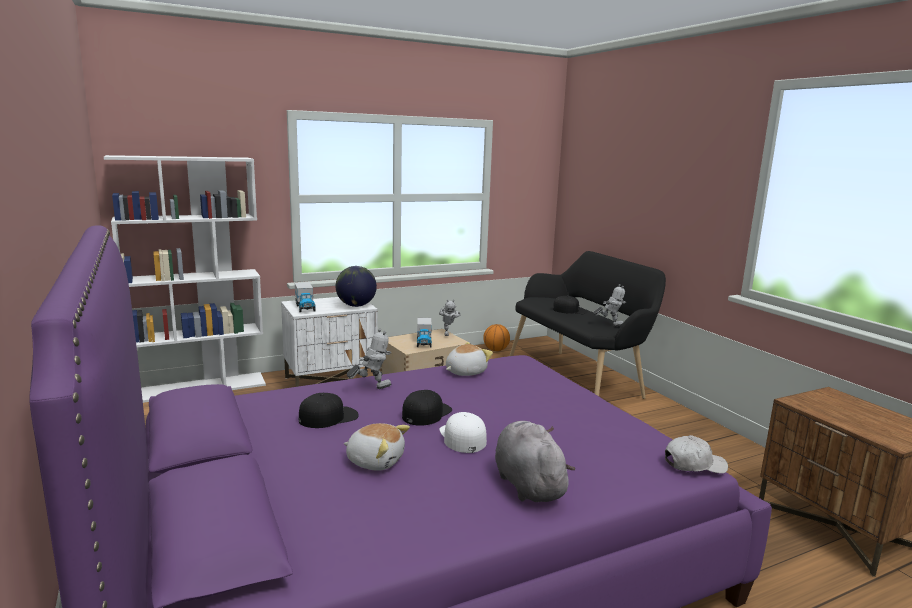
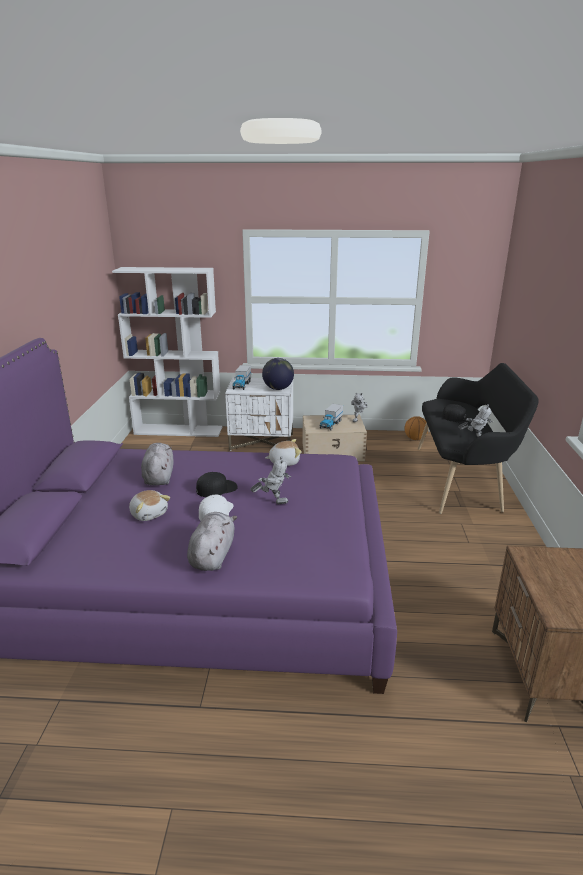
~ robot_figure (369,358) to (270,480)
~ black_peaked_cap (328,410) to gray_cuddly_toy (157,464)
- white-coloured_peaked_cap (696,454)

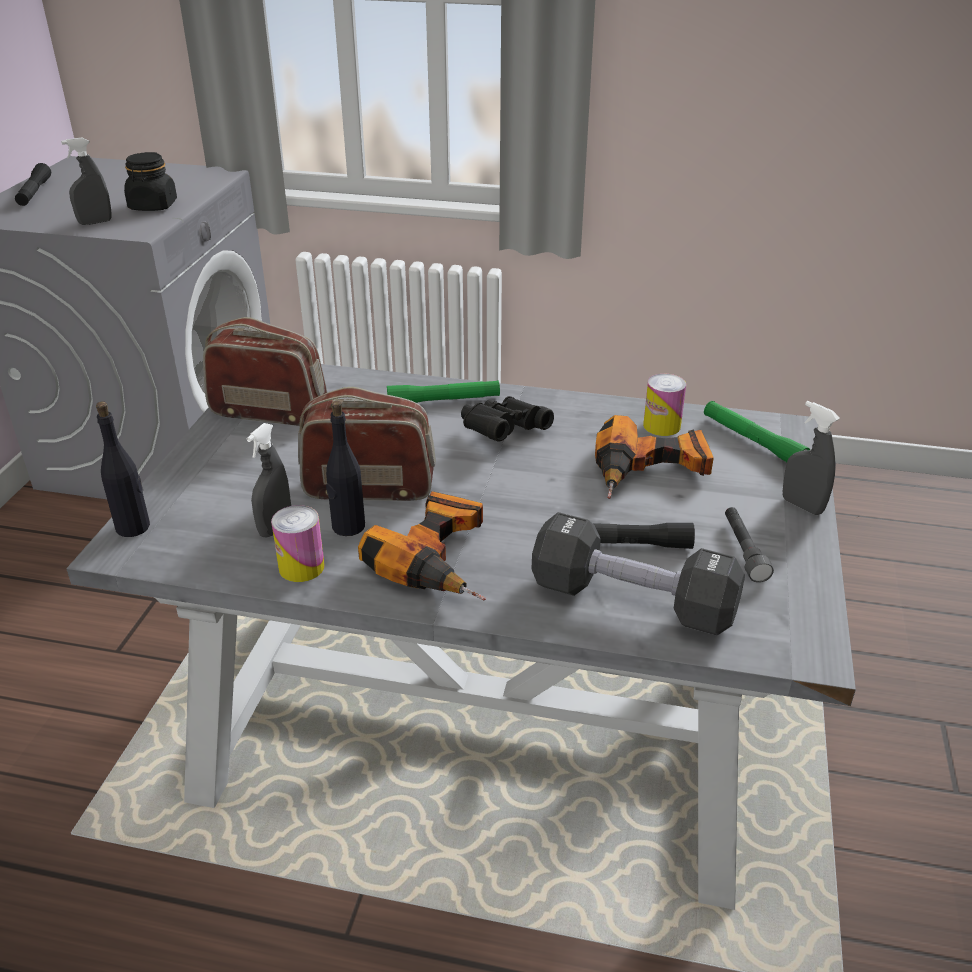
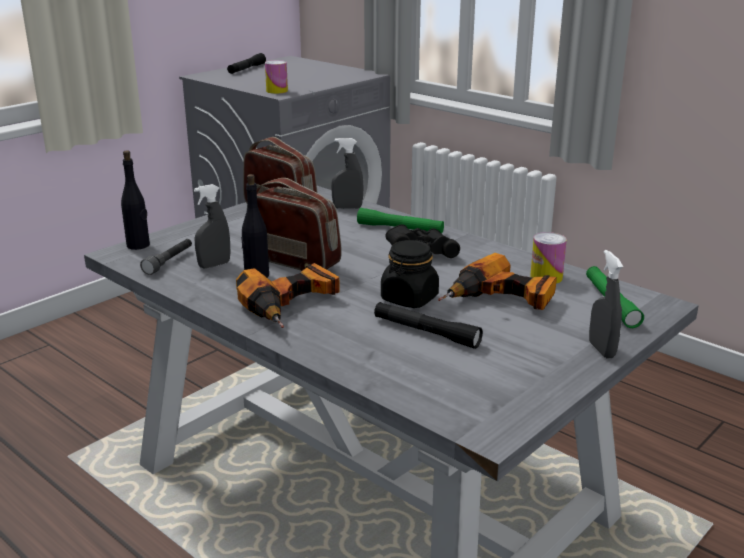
~ gray_hand_sprayer (86,181) to (347,173)
~ black_preserve_jar (150,181) to (410,274)
~ sealed_can (298,543) to (276,77)
~ gray_hand_torch (749,545) to (166,257)
- black_free_weight (638,574)

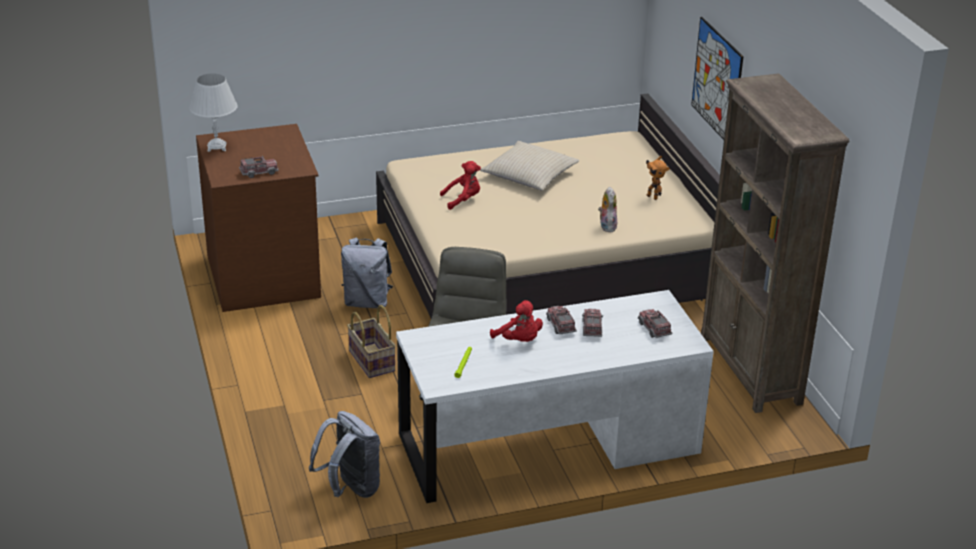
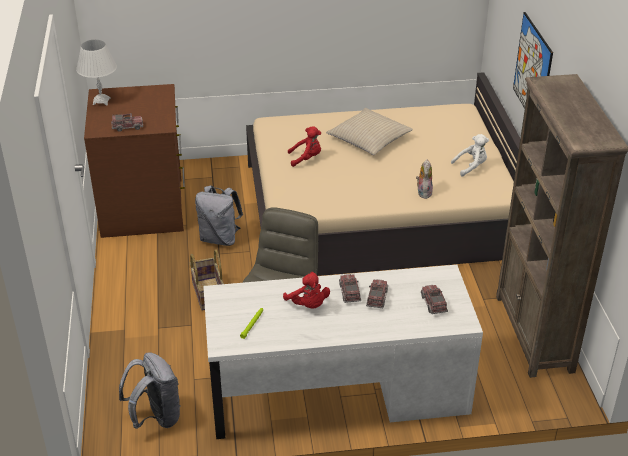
~ robot_figure (658,178) to white-coloured_cuddly_toy (470,155)

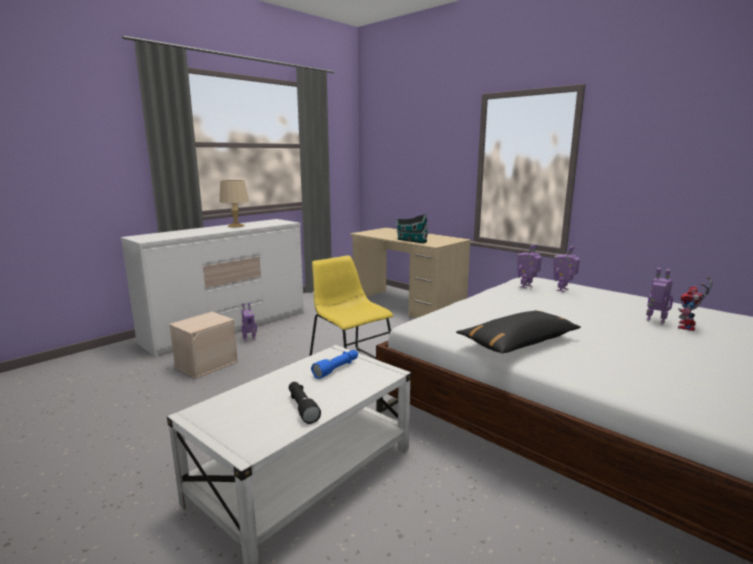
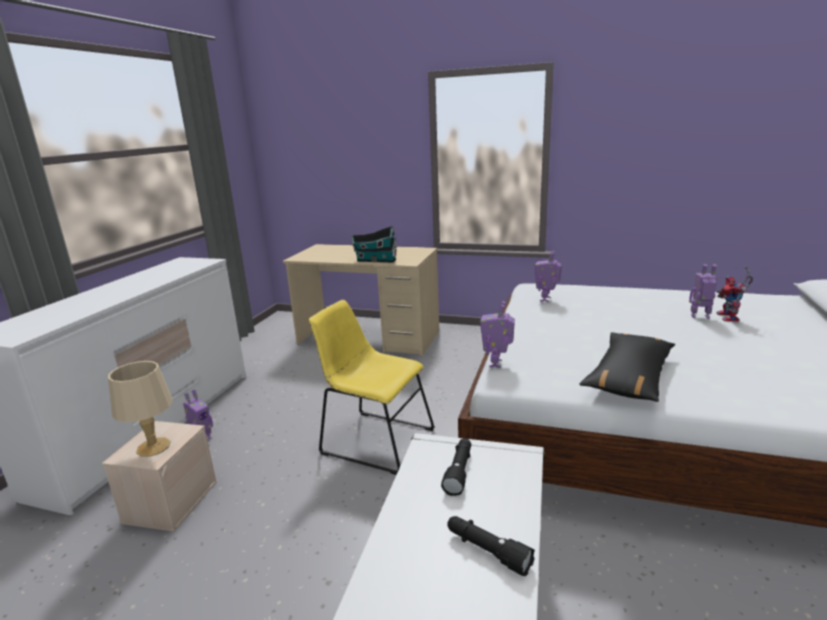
~ beige-coloured_tabletop_lamp (234,203) to (140,409)
~ robot_figure (567,269) to (497,334)
~ blue_hand_torch (334,364) to black_hand_torch (456,467)

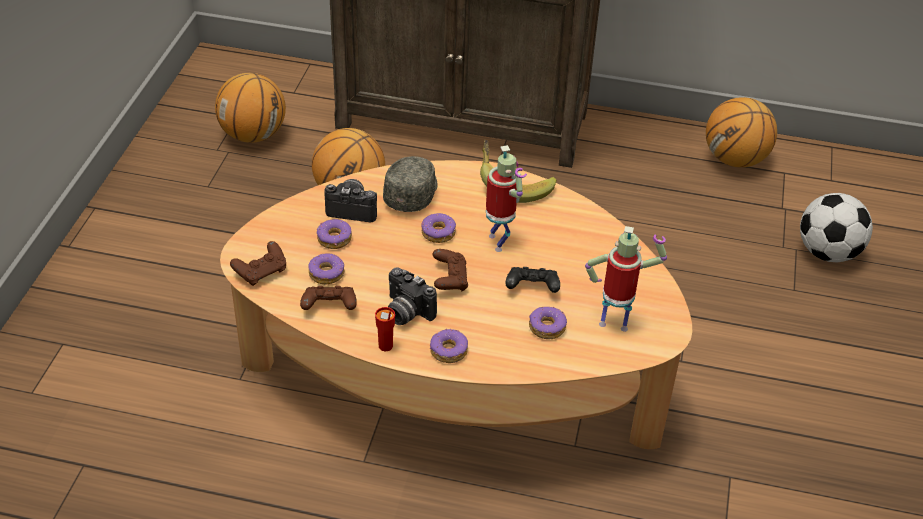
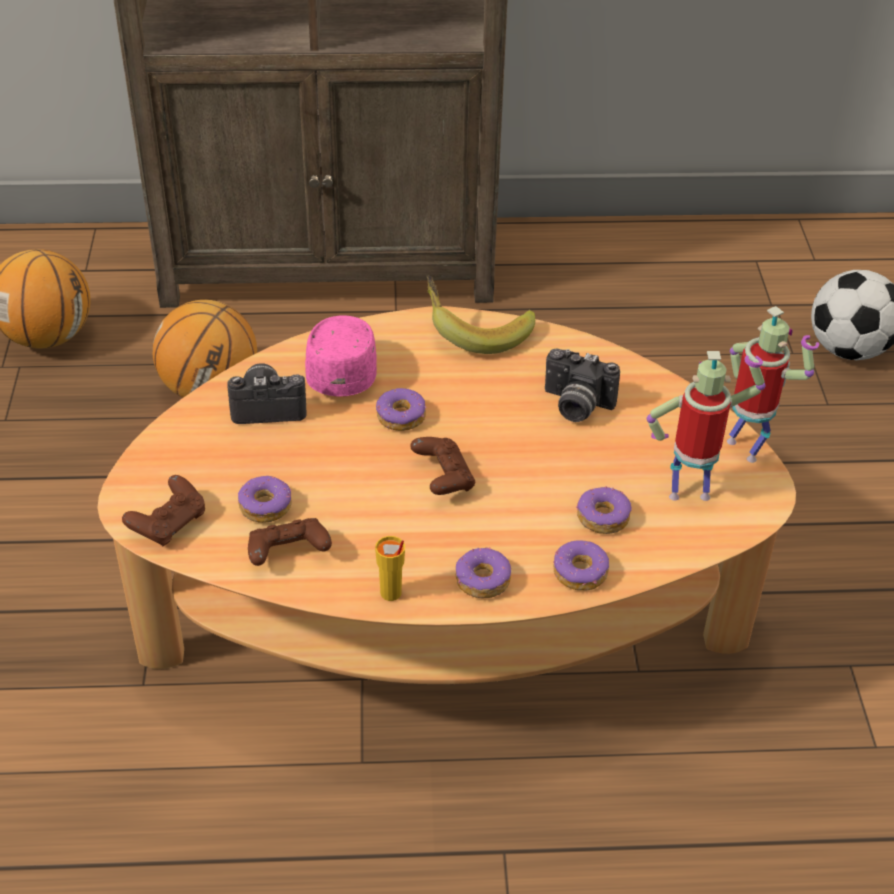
- basketball_ball (741,132)
~ robot_figure (506,198) to (773,384)
~ gray_peaked_cap (410,184) to pink-coloured_peaked_cap (341,355)
~ ring_doughnut (334,234) to (581,565)
~ photo_camera (412,296) to (582,385)
- black_gamepad (532,280)
~ reddish_drinking_cup (385,329) to yellow_drinking_cup (390,568)

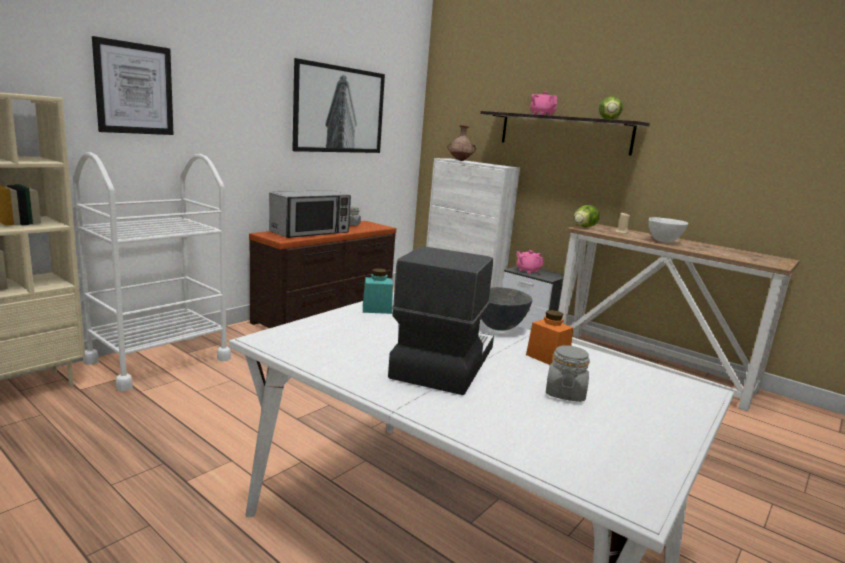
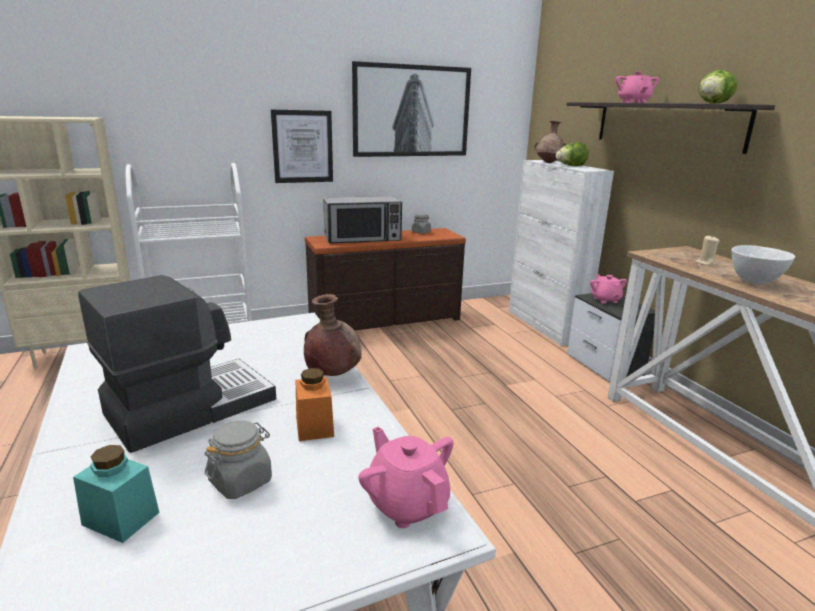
~ picture (133,85) to (302,146)
~ lettuce_head (587,216) to (572,154)
~ blue-green_preserve_jar (378,291) to (116,494)
~ gray_serving_bowl (507,309) to brownish_vase (332,335)
+ pink-coloured_tea_pot (406,477)

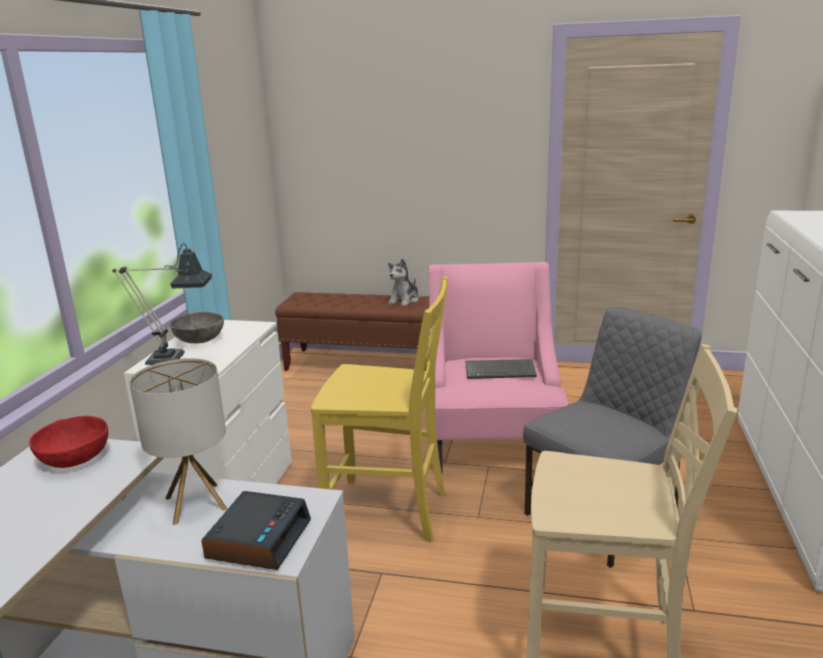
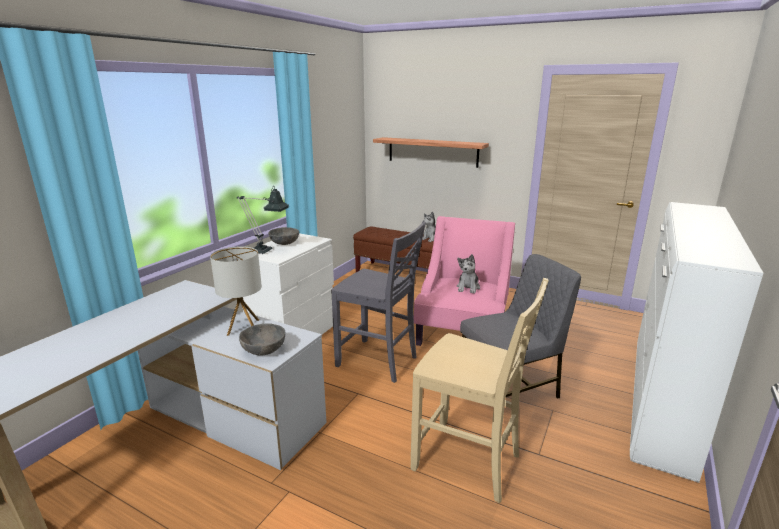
~ yellow_upright_chair (379,409) to gray_upright_chair (378,302)
~ keyboard (501,369) to cuddly_toy (468,274)
- reddish_serving_bowl (68,442)
~ bedside_clock (256,530) to gray_serving_bowl (262,340)
+ wall_shelf (431,152)

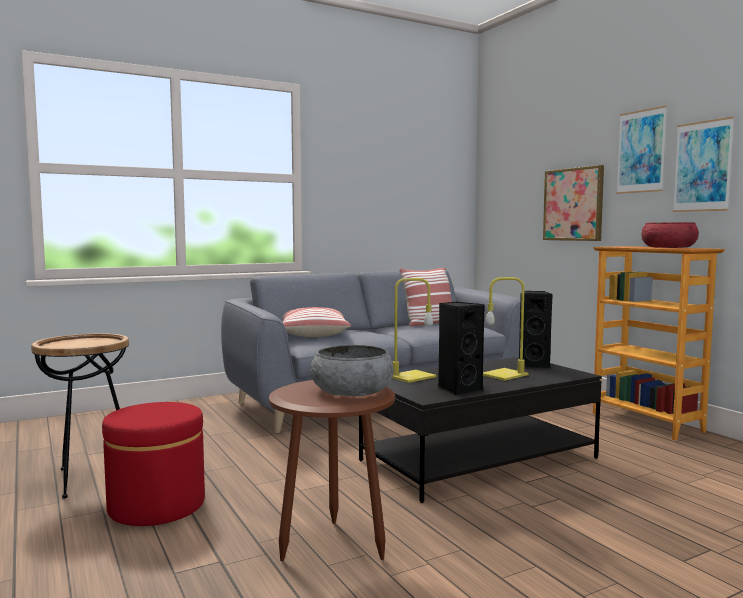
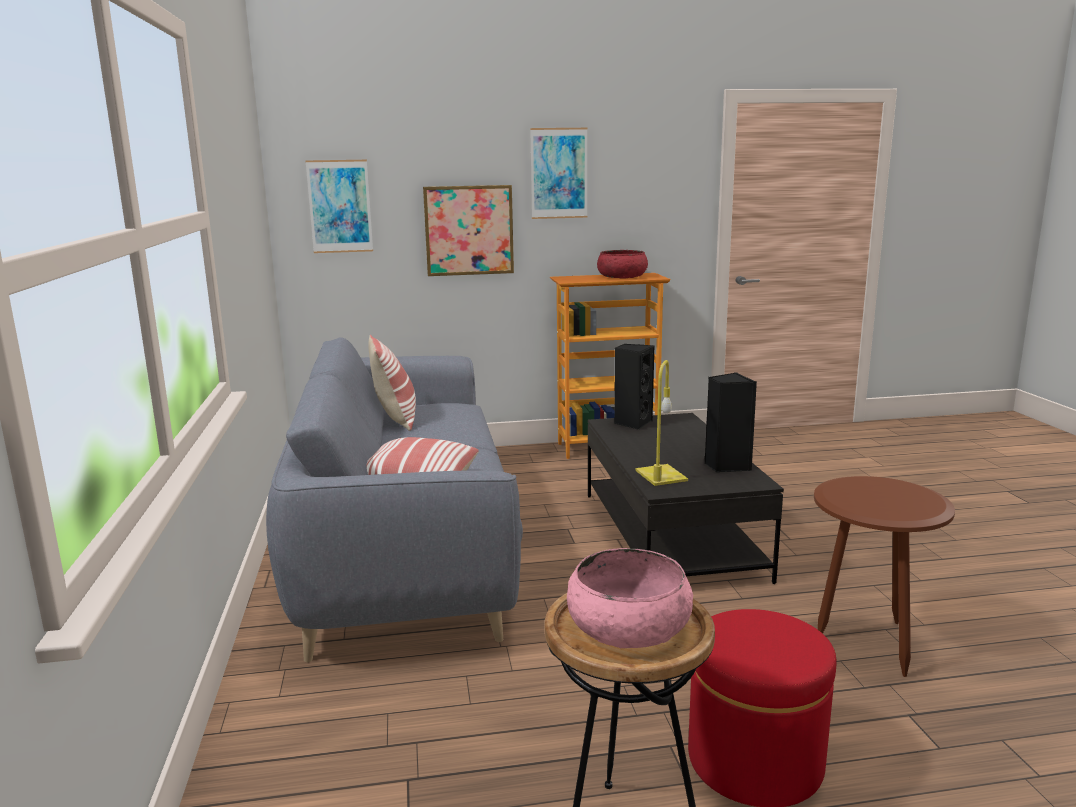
~ picture (703,164) to (339,206)
- yellow_tabletop_lamp (505,329)
- gray_serving_bowl (352,371)
+ pink-coloured_serving_bowl (630,598)

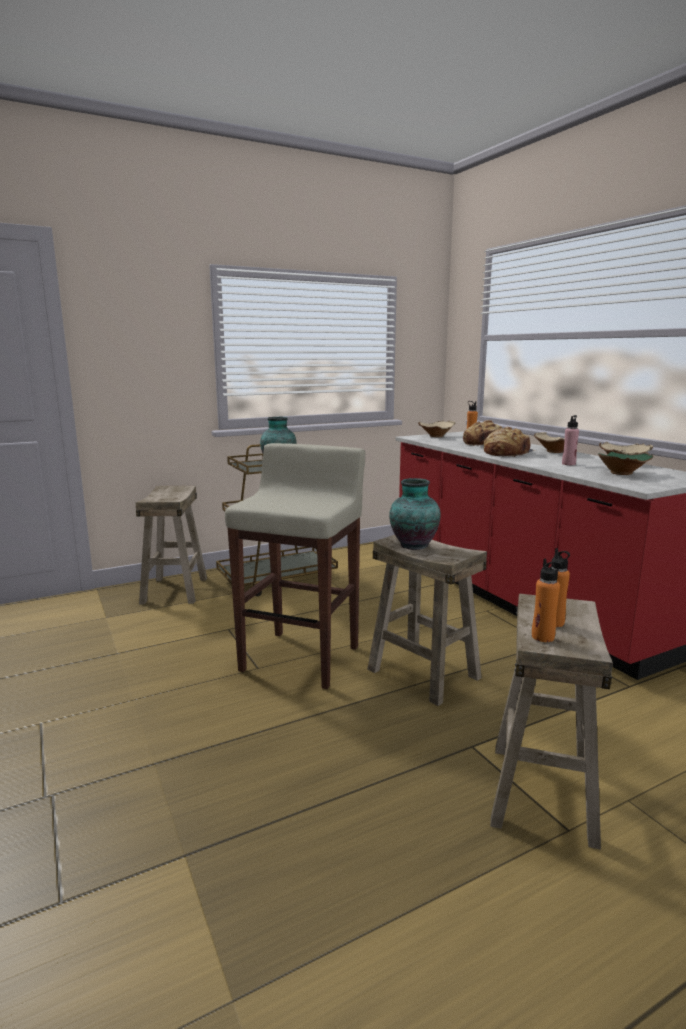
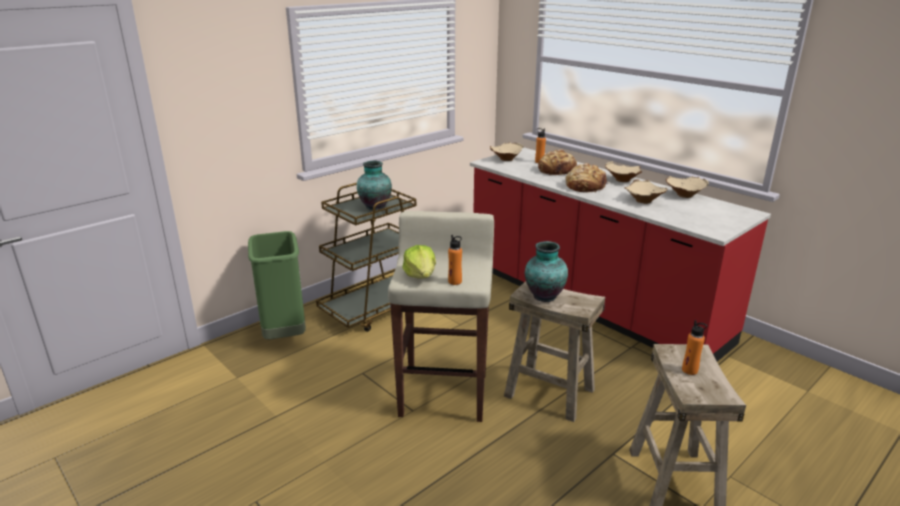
~ pink-coloured_beverage_bottle (570,440) to beige-coloured_serving_bowl (645,191)
- green-coloured_serving_bowl (625,463)
~ beige-coloured_sitting_stool (171,545) to green-coloured_trash_can (277,285)
~ orangey_beverage_bottle (547,600) to (455,260)
+ lettuce_head (419,262)

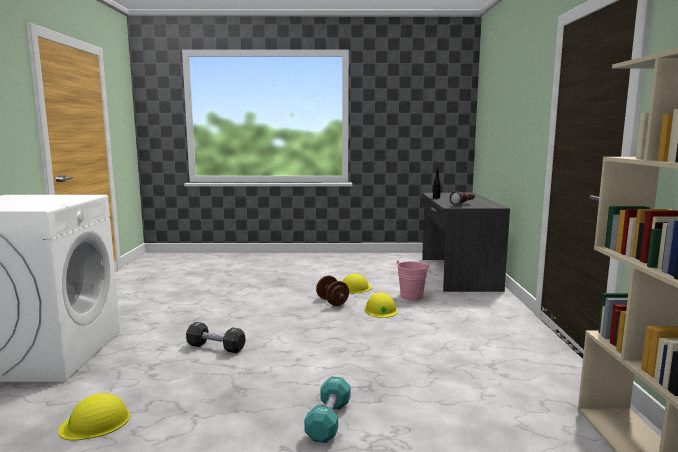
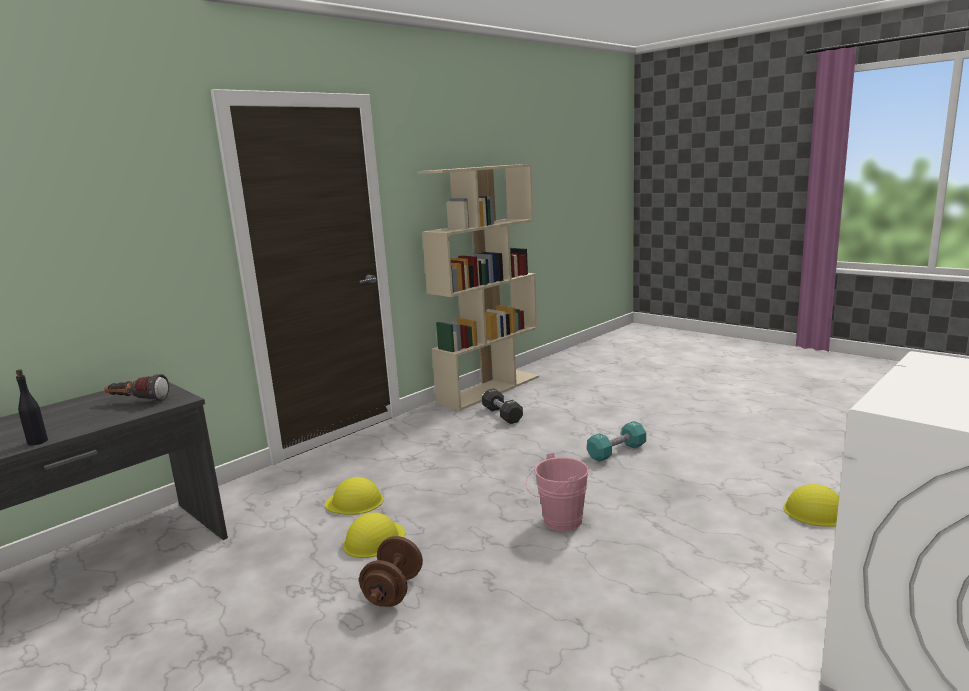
~ pink-coloured_pail (413,280) to (557,492)
~ yellow_work_helmet (357,283) to (354,496)
~ black_free_weight (215,337) to (502,406)

